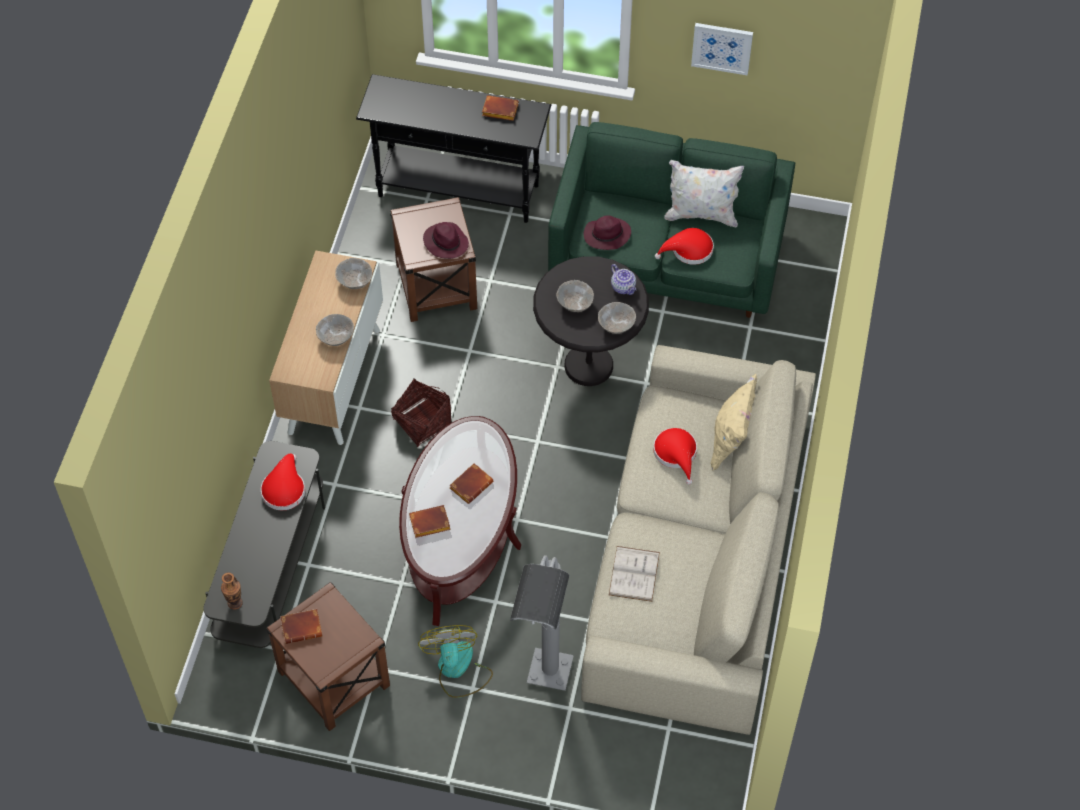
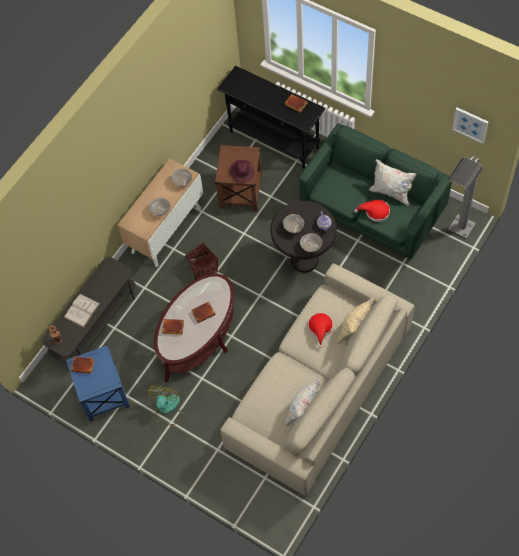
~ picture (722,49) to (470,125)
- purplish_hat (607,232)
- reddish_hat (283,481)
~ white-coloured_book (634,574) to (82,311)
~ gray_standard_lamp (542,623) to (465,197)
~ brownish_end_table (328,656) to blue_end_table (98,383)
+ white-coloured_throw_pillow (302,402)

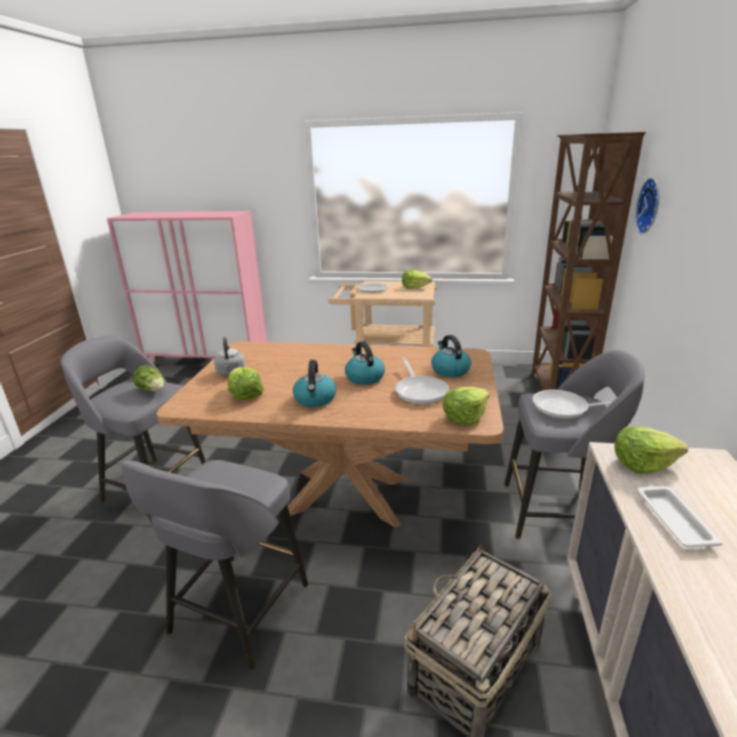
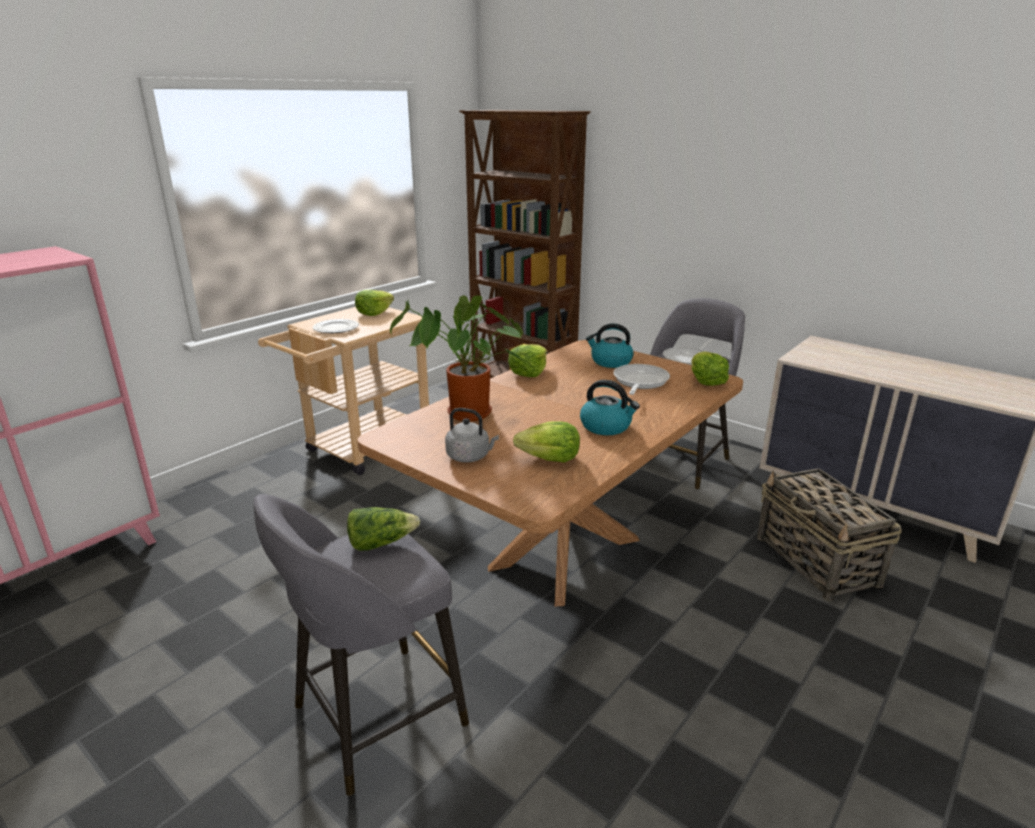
- hanging_clock (647,206)
- water_kettle (365,363)
~ skillet (422,381) = (642,379) 90 degrees counterclockwise
~ lettuce_head (651,450) to (527,360)
- gray_sitting_stool (214,565)
- white-coloured_tray (680,516)
+ houseplant (458,358)

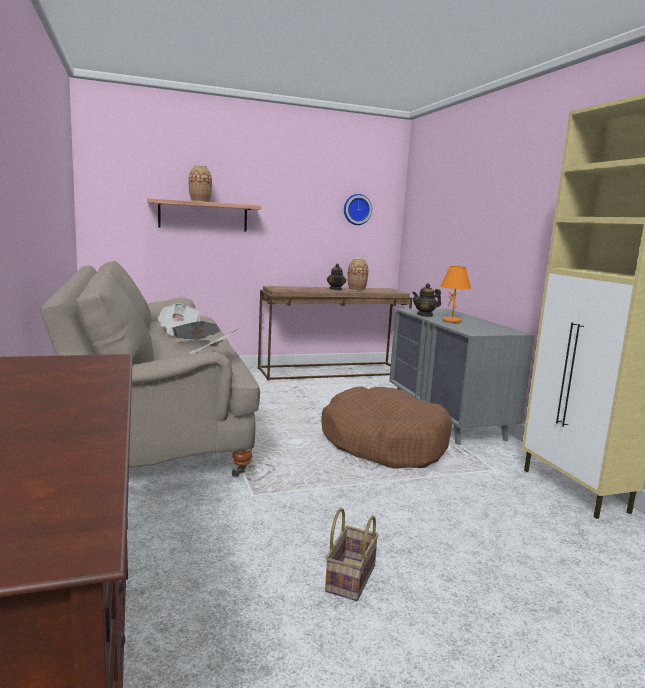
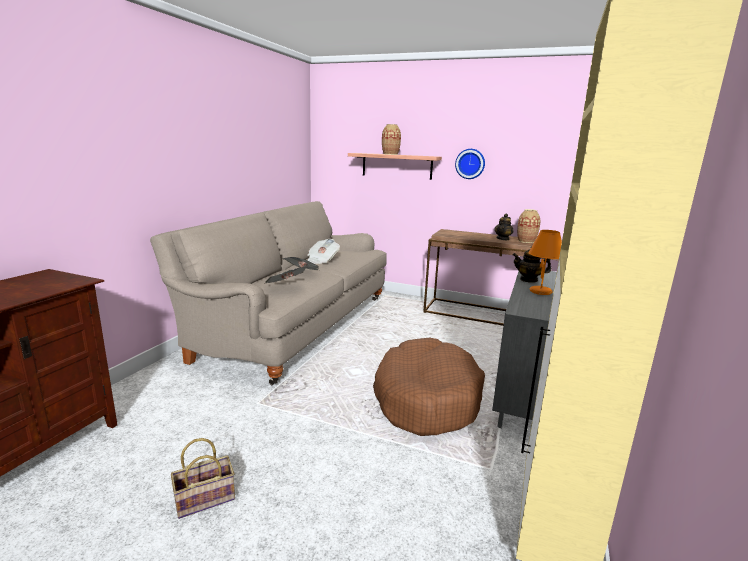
~ hanging_clock (358,209) to (470,164)

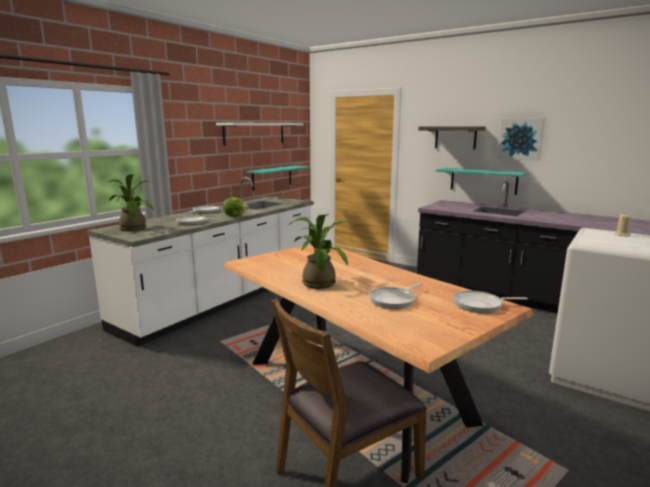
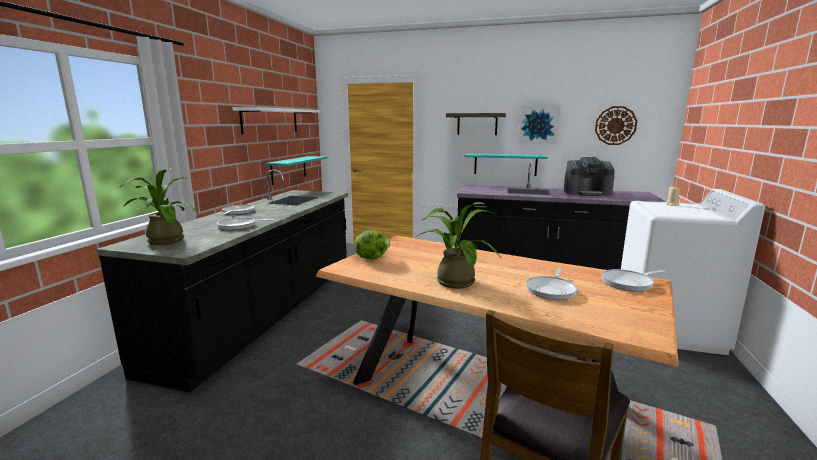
~ white-coloured_kitchen_base_unit (200,262) to black_kitchen_base_unit (222,281)
~ lettuce_head (236,207) to (372,245)
+ hanging_clock (616,125)
+ coffee_brewer (589,176)

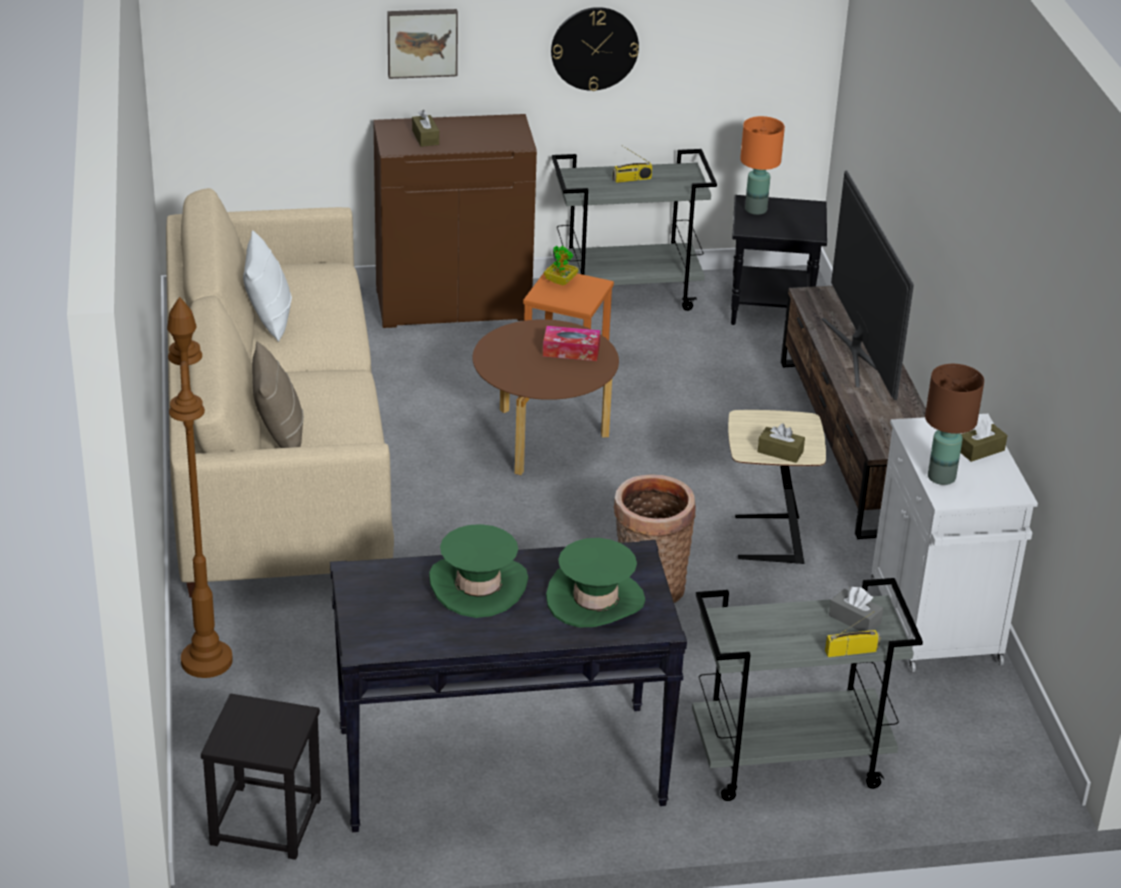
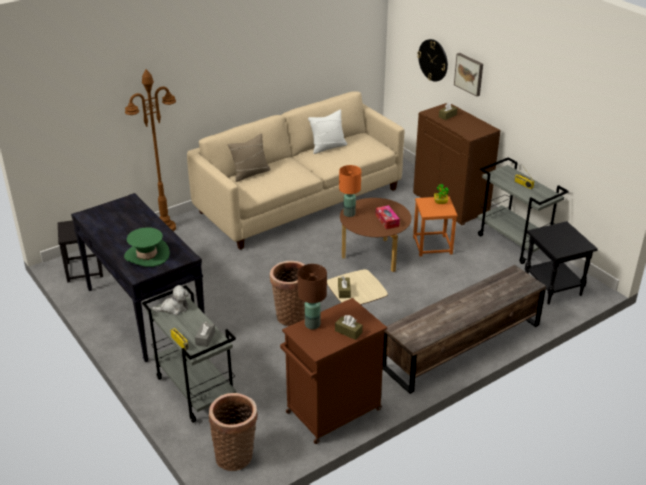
~ hanging_clock (595,49) to (432,60)
~ orangey_tabletop_lamp (762,165) to (350,191)
- television (868,285)
~ white-coloured_cabinet (954,543) to brownish_cabinet (333,371)
- green-coloured_hat (478,571)
+ cuddly_toy (170,300)
+ basket (233,432)

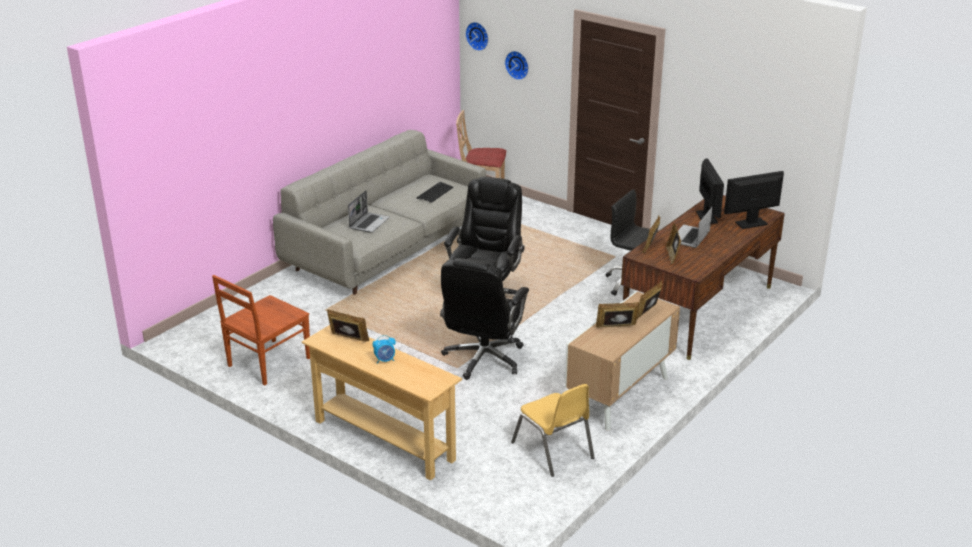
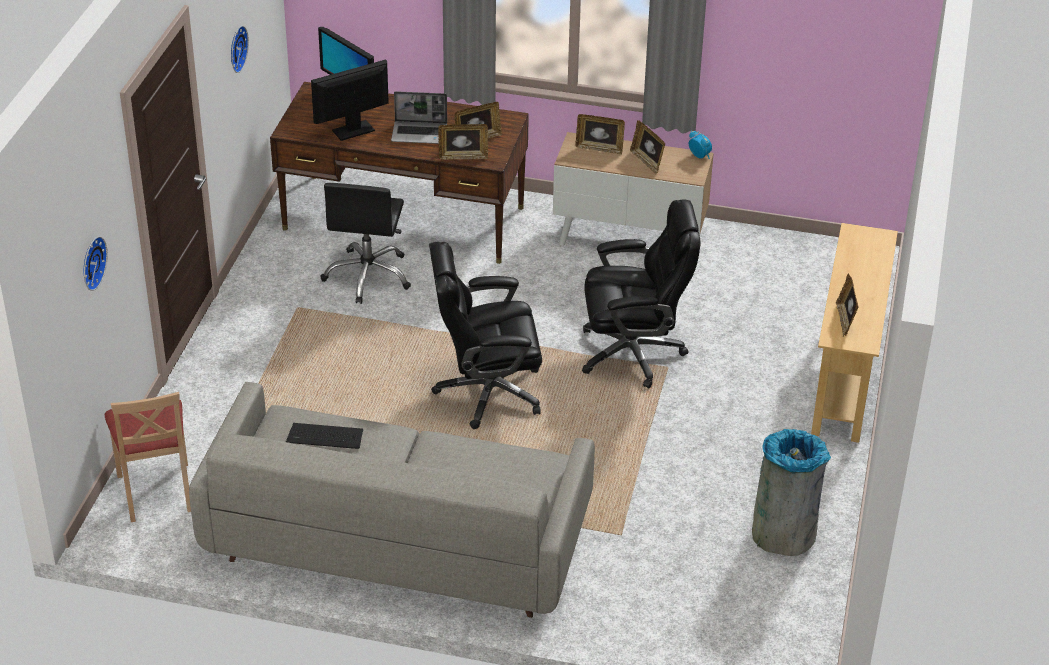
~ hanging_clock (477,36) to (240,49)
- portable_computer (369,212)
~ brownish_upright_chair (261,330) to gray_trash_can (791,492)
~ bedside_clock (384,349) to (700,145)
- yellow_upright_chair (553,430)

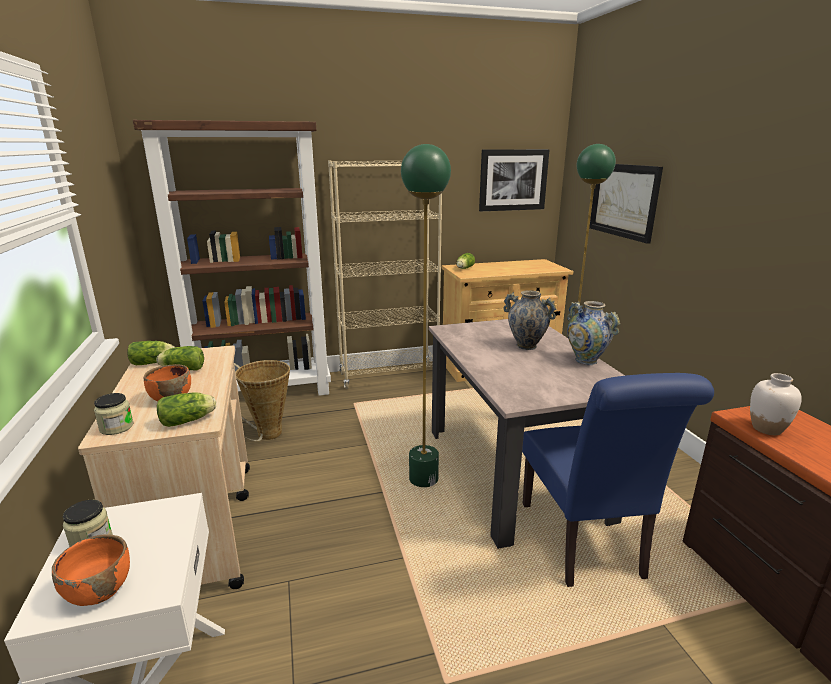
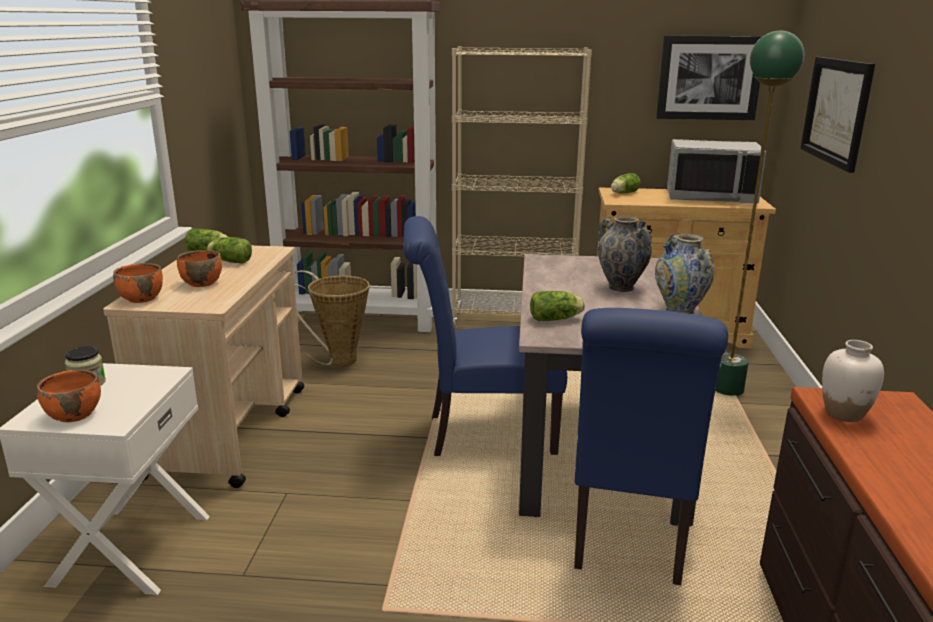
~ green-coloured_standard_lamp (426,315) to blue_upright_chair (485,336)
~ lettuce_head (186,409) to (557,306)
~ preserve_jar (114,414) to orangey_serving_bowl (138,283)
+ gray_microwave_oven (716,171)

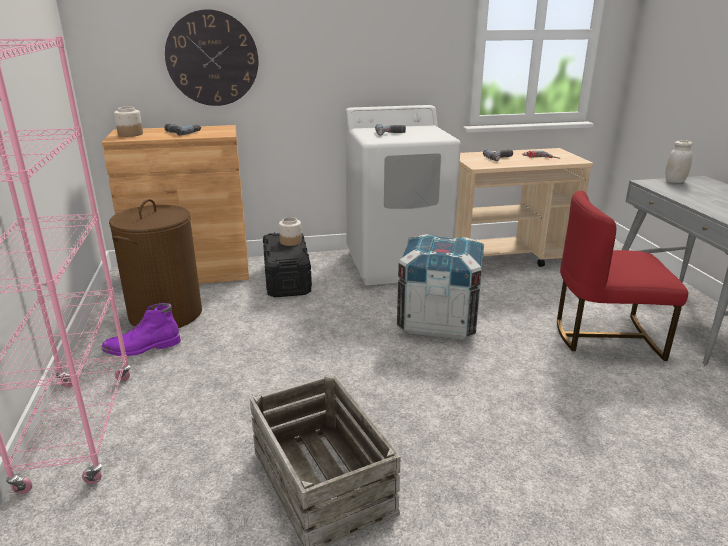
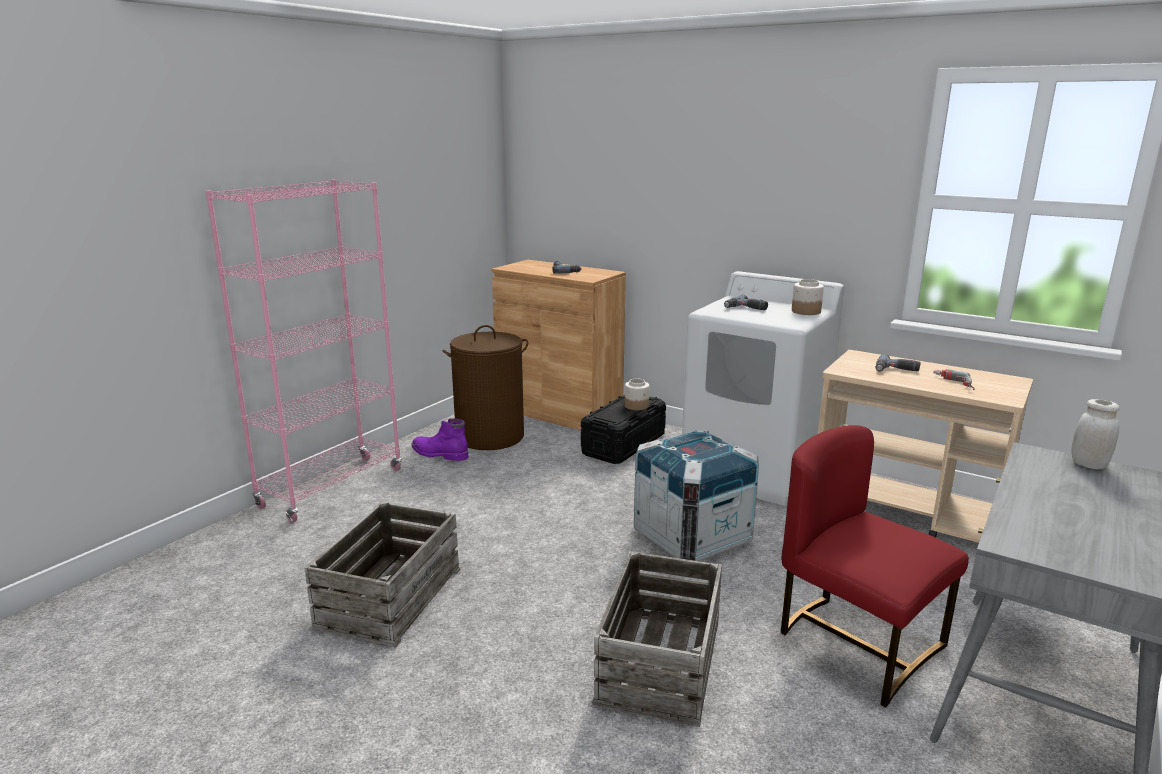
- hanging_clock (211,57)
~ preserve_jar (128,122) to (808,297)
+ shipping_crate (657,639)

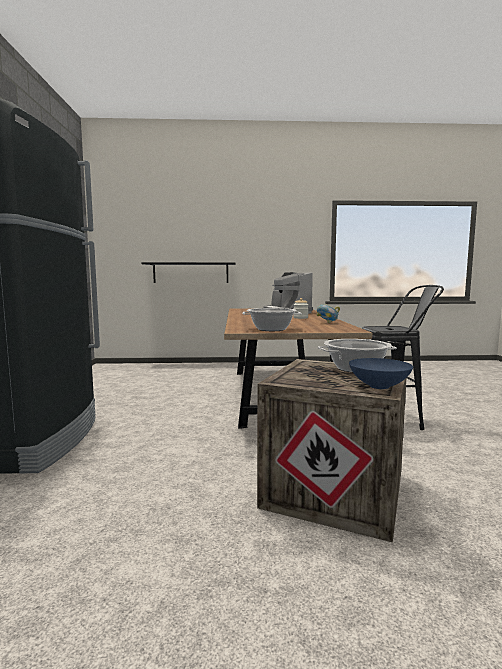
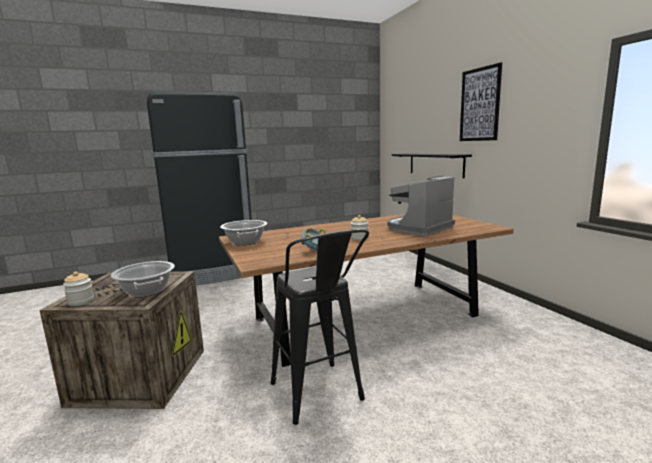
~ blue_serving_bowl (381,373) to preserve_jar (78,289)
+ picture (481,101)

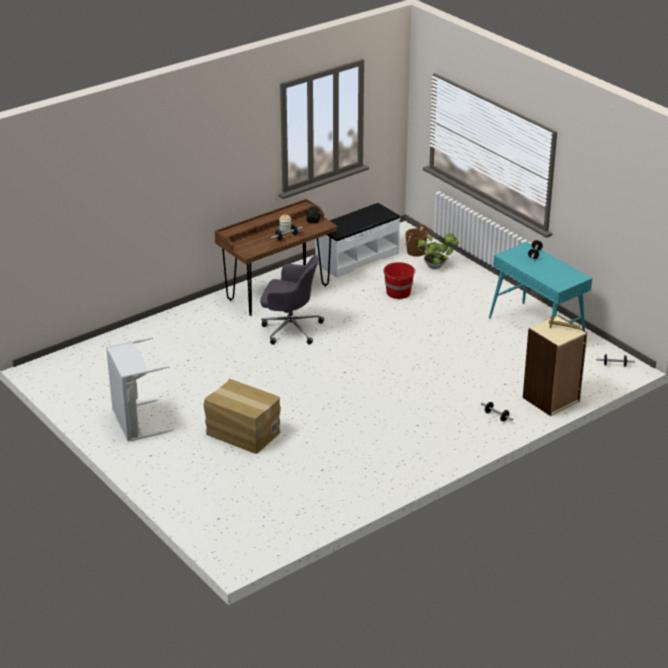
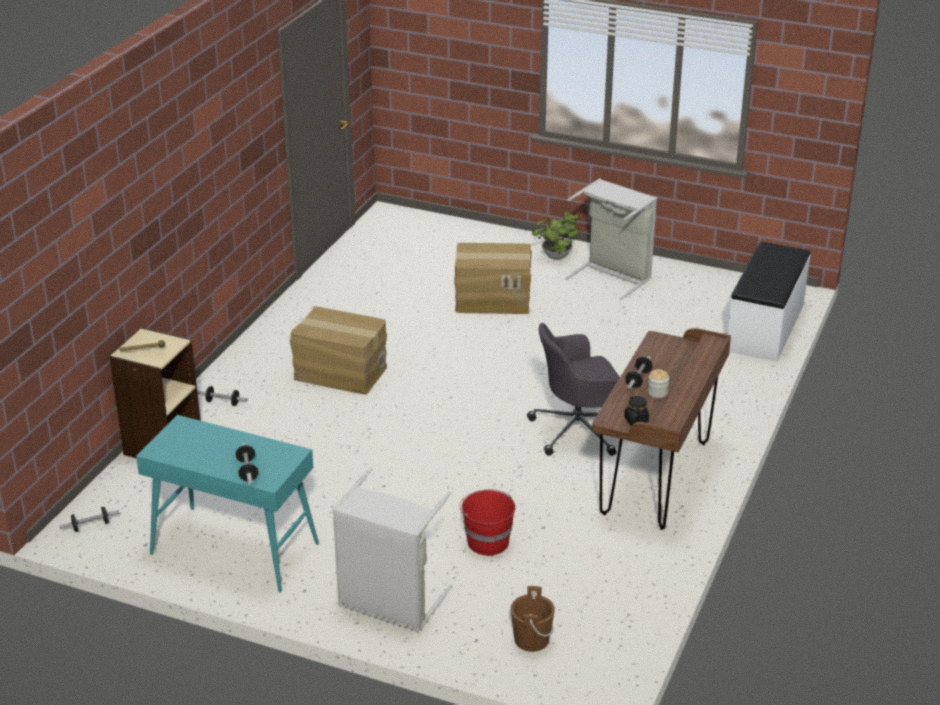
~ white-coloured_bench (357,240) to (769,301)
~ houseplant (438,251) to (555,235)
+ cardboard_box (338,350)
+ gray_washing_basket (392,550)

